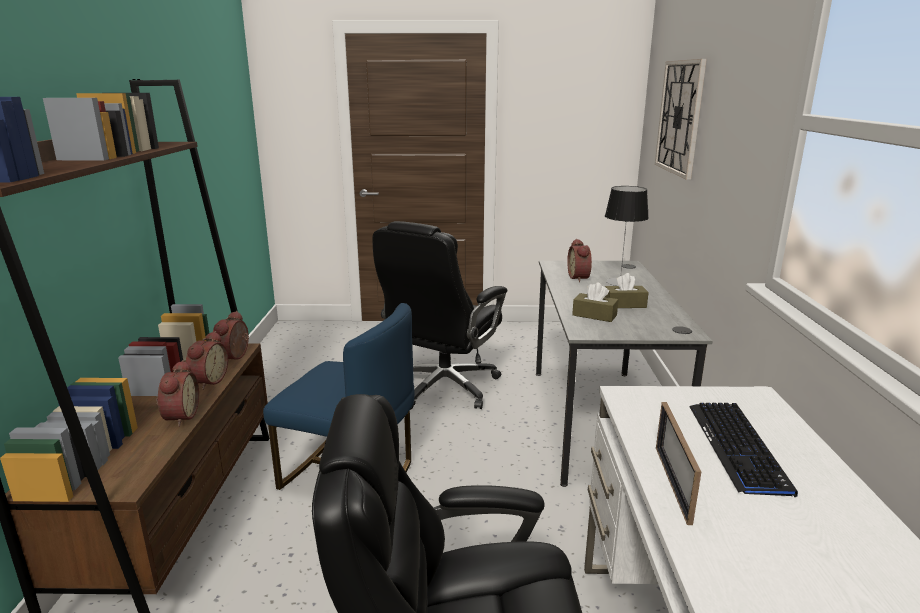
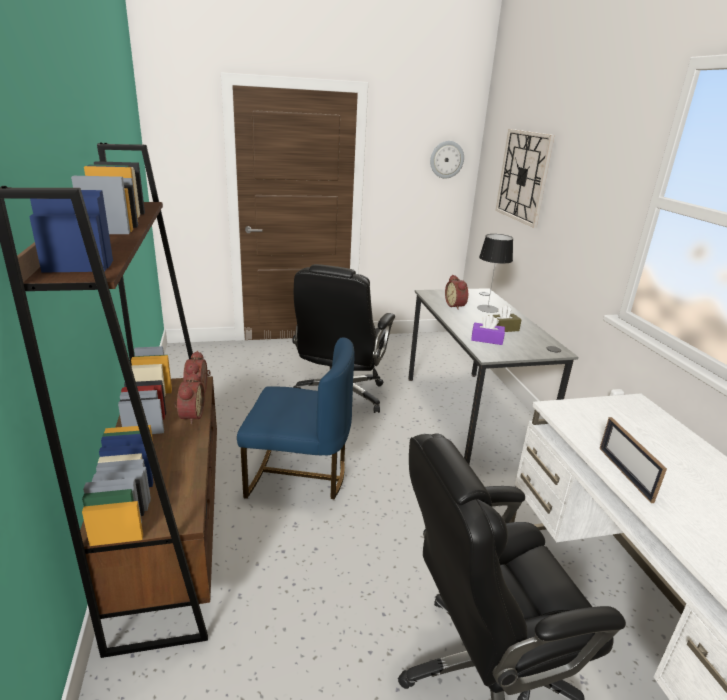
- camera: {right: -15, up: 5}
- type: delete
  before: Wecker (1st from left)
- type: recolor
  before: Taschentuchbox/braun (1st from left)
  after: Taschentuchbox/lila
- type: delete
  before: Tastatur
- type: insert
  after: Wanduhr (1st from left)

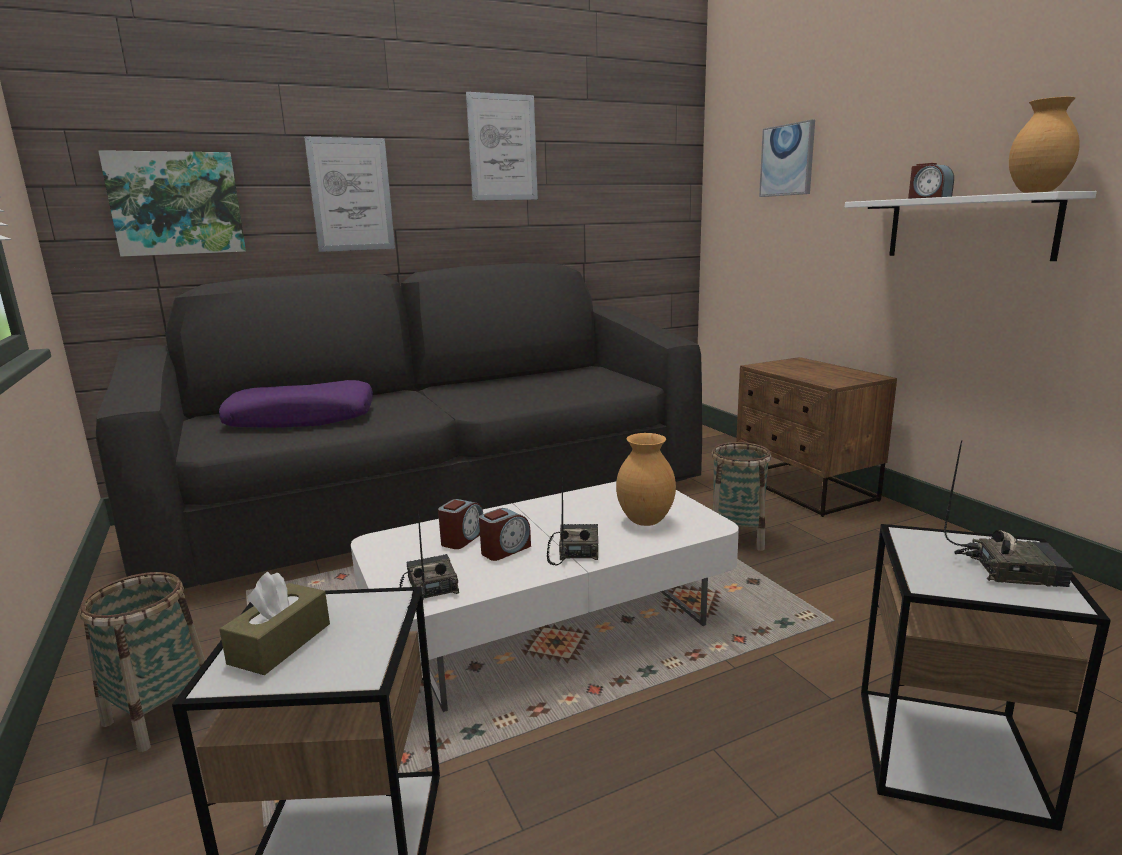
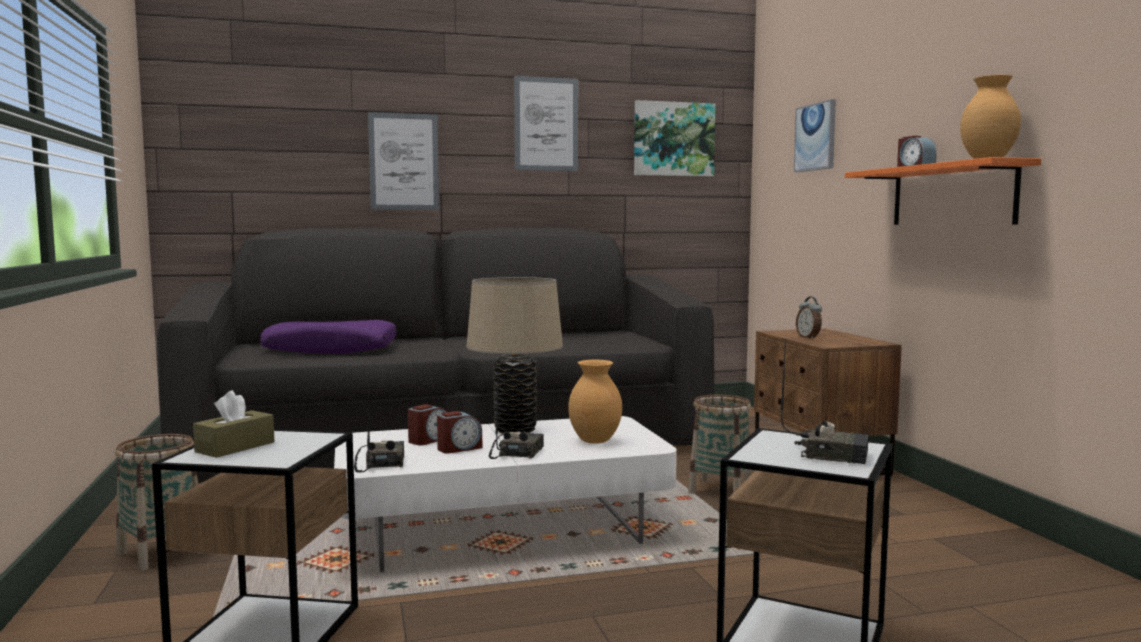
- camera: {right: 10, up: -10}
- type: move
  before: Bild (1st from left in the first image)
  after: Bild (3rd from left)
- type: recolor
  before: Wandregal/weiß
  after: Wandregal/orange
- type: insert
  after: Tischlampe/beige
- type: insert
  after: Wecker (3rd from left)

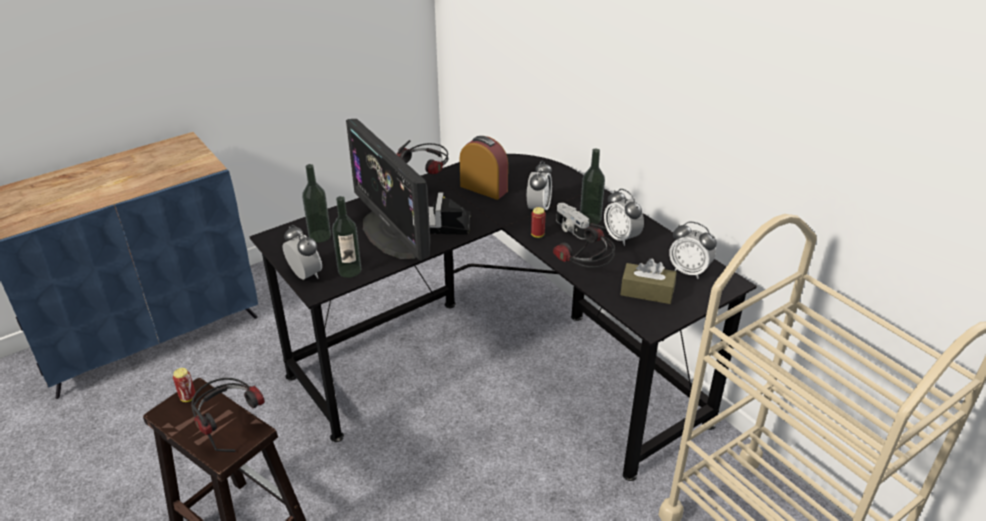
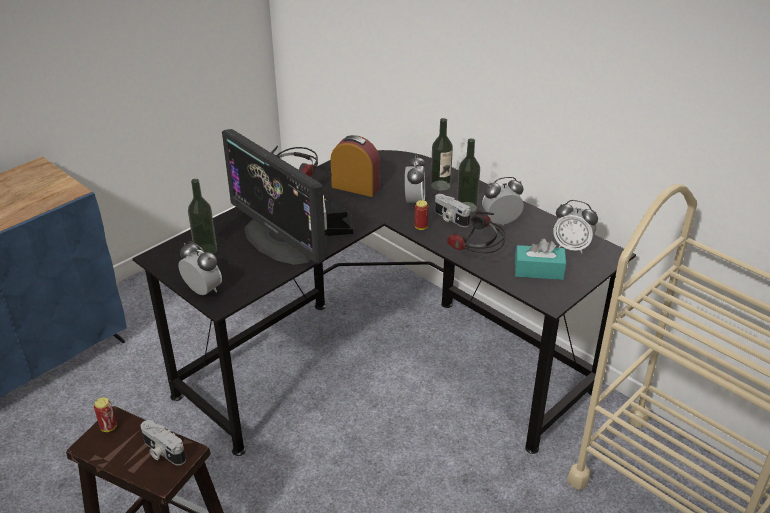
- camera: {right: -10, up: 0}
- type: replace
  before: Kopfhörer (1st from left)
  after: Kamera (1st from left)
- type: move
  before: Flasche (2nd from left)
- type: rotate
  before: Wecker (4th from left)
  turn: 120
- type: recolor
  before: Taschentuchbox/braun
  after: Taschentuchbox/türkis

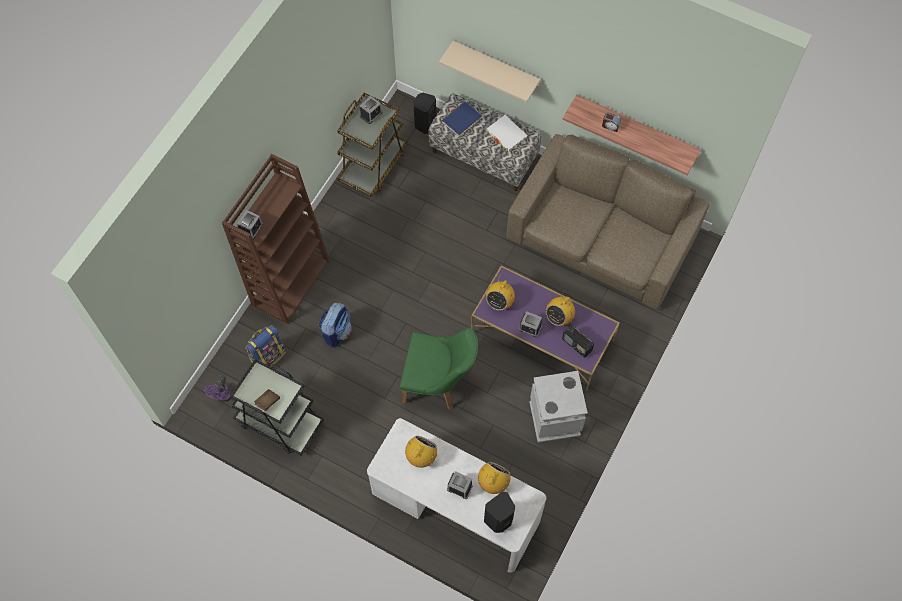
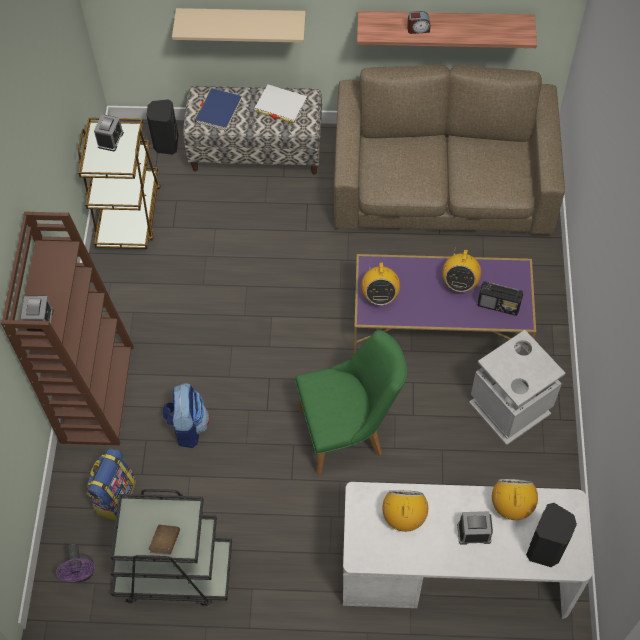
- camera: {right: -25, up: -5}
- type: delete
  before: Wecker (4th from left)

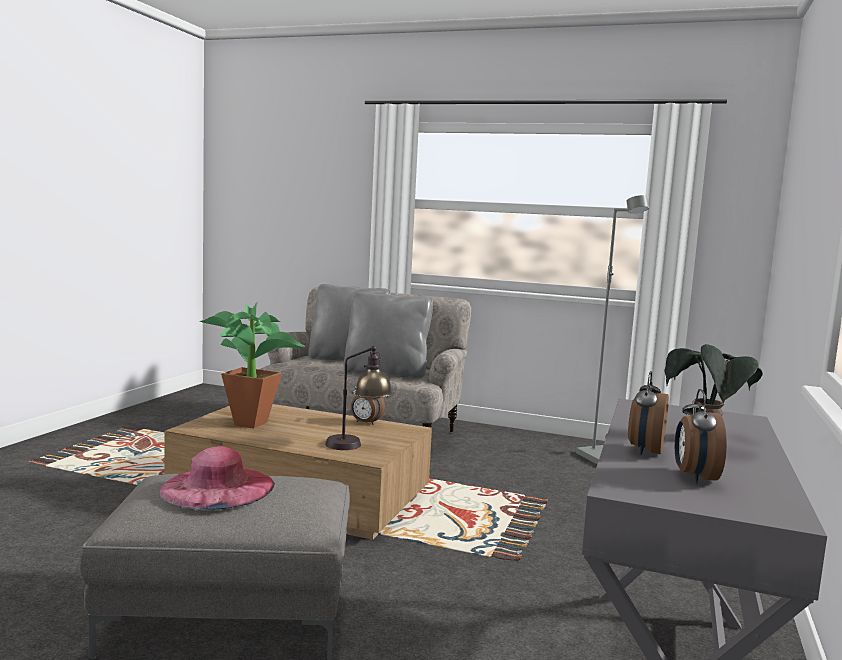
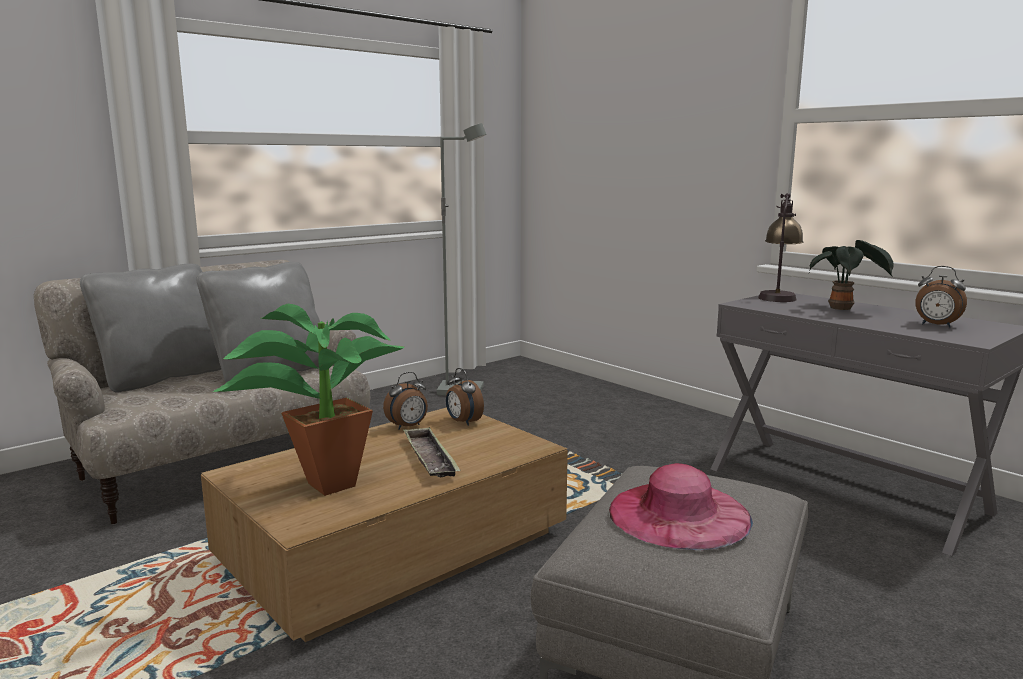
- camera: {right: -60, up: 5}
- type: move
  before: Tischlampe
- type: move
  before: Wecker (2nd from left)
- type: insert
  after: Tablett

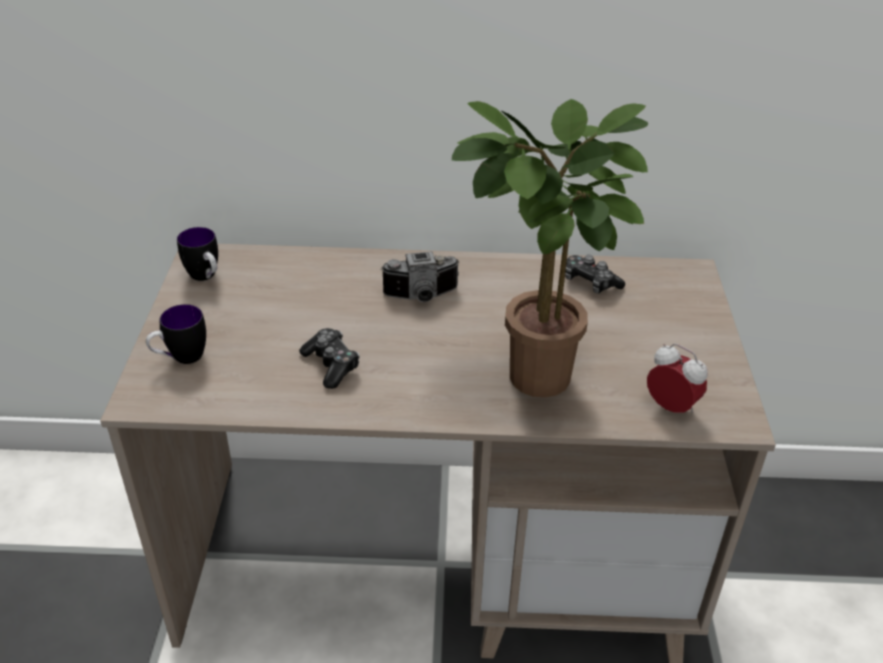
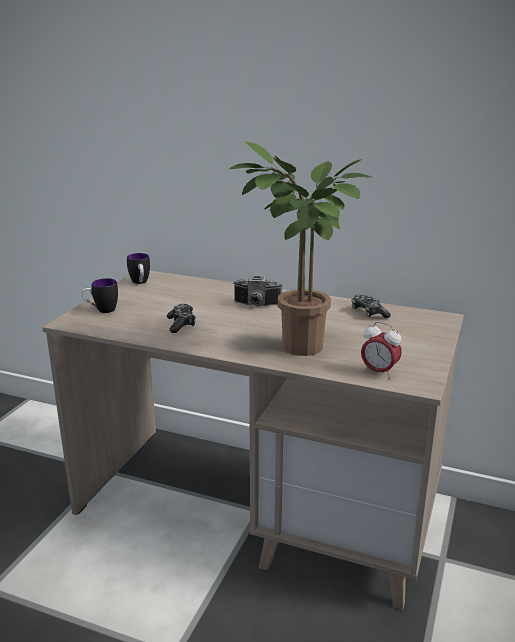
- camera: {right: 20, up: -15}
- type: rotate
  before: Wecker
  turn: 150

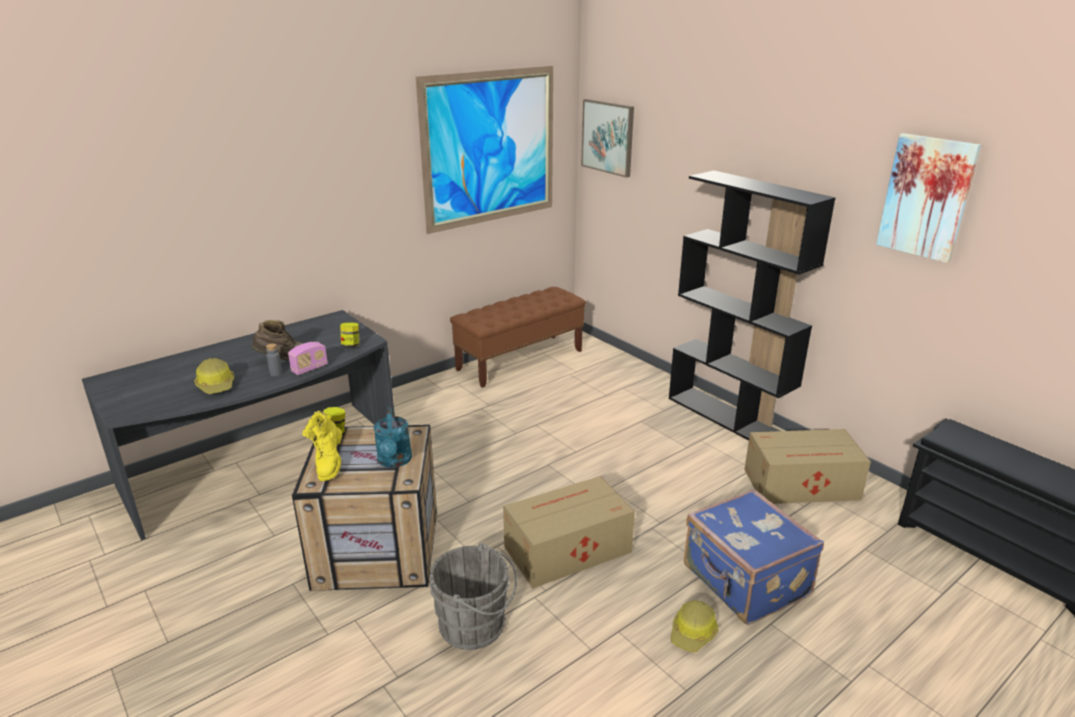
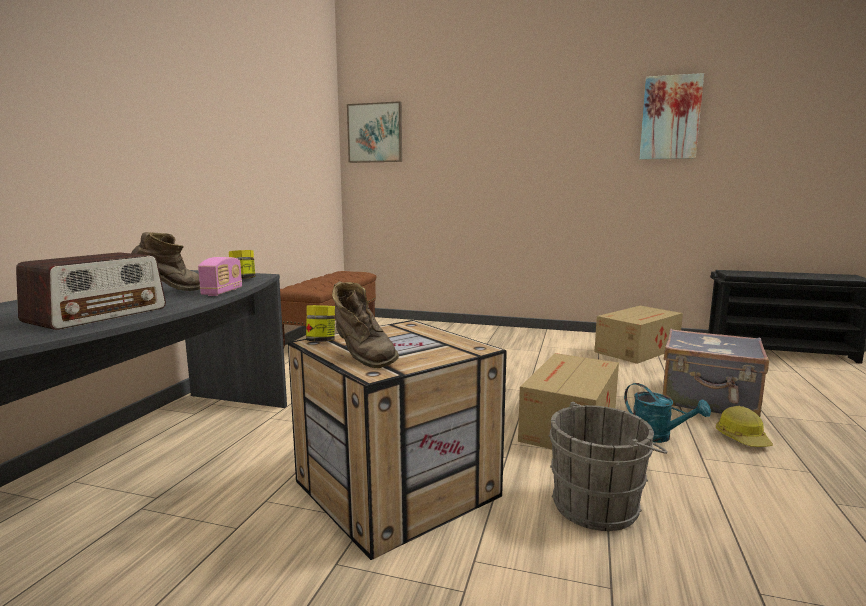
- camera: {right: -35, up: -15}
- type: replace
  before: Schutzhelm (1st from left)
  after: Radio (1st from left)
- type: delete
  before: Flasche/grau
- type: recolor
  before: Stiefel/gelb
  after: Stiefel/braun (2nd from left)
- type: move
  before: Gießkanne/türkis
- type: delete
  before: Bild (1st from left)
- type: delete
  before: Bücherregal/schwarz
- type: recolor
  before: Koffer/blau
  after: Koffer/grau

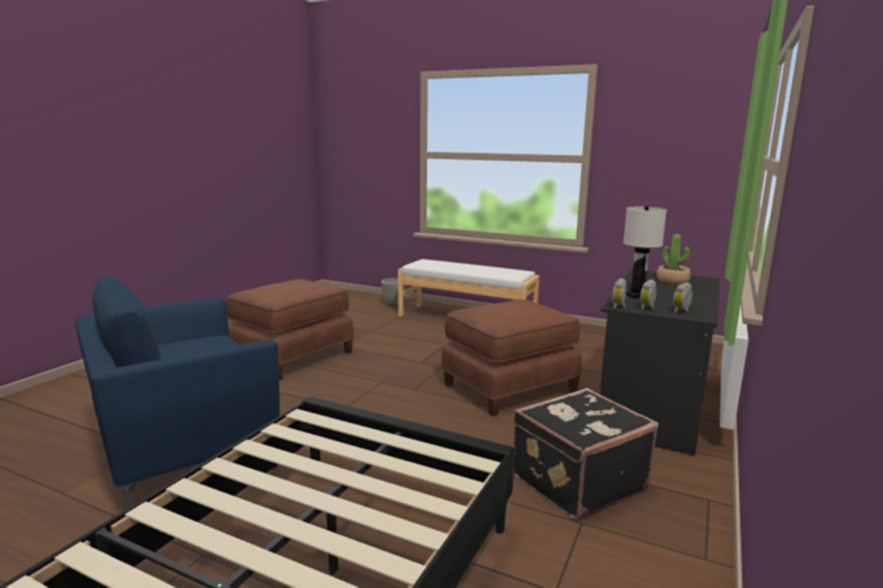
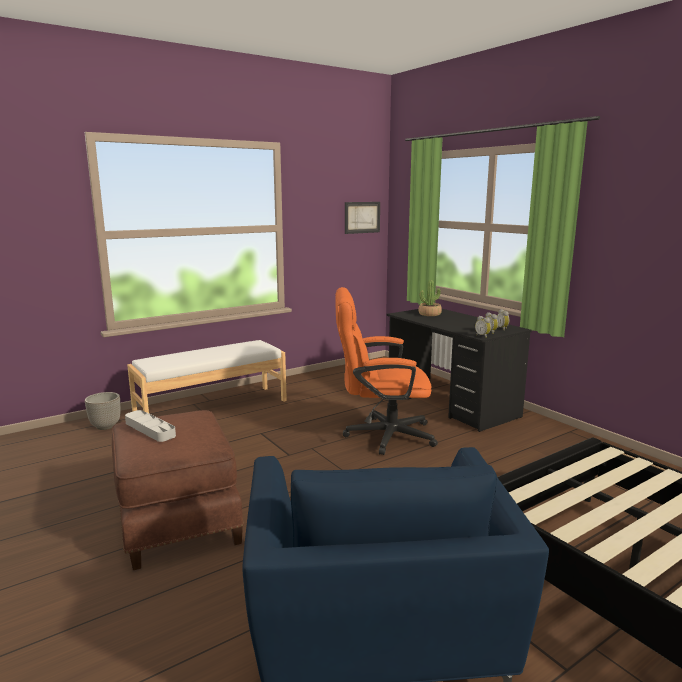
- camera: {right: -60, up: 0}
- type: replace
  before: Polsterhocker/braun (2nd from left)
  after: Bürostuhl/orange
- type: delete
  before: Koffer/schwarz
- type: delete
  before: Tischlampe/weiß
- type: insert
  after: Tablett/grau
- type: insert
  after: Bild

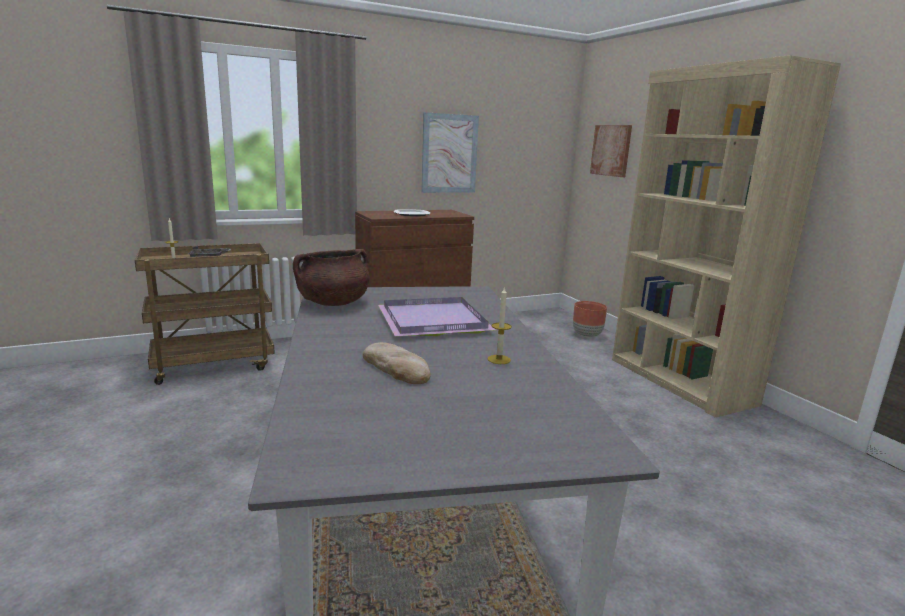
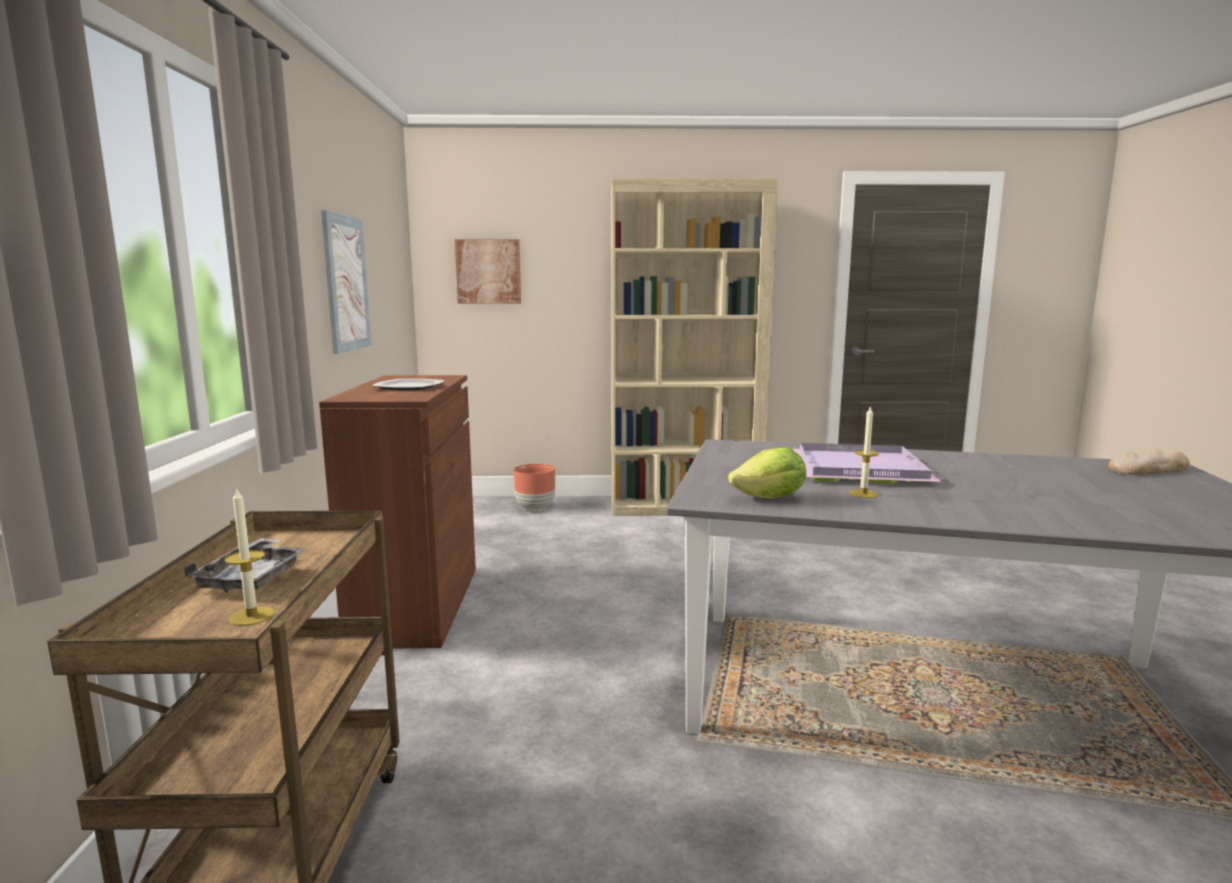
- camera: {right: -65, up: -5}
- type: replace
  before: Kochtopf/braun
  after: Salatkopf
- type: move
  before: Brot
- type: move
  before: Kerze (2nd from left)

